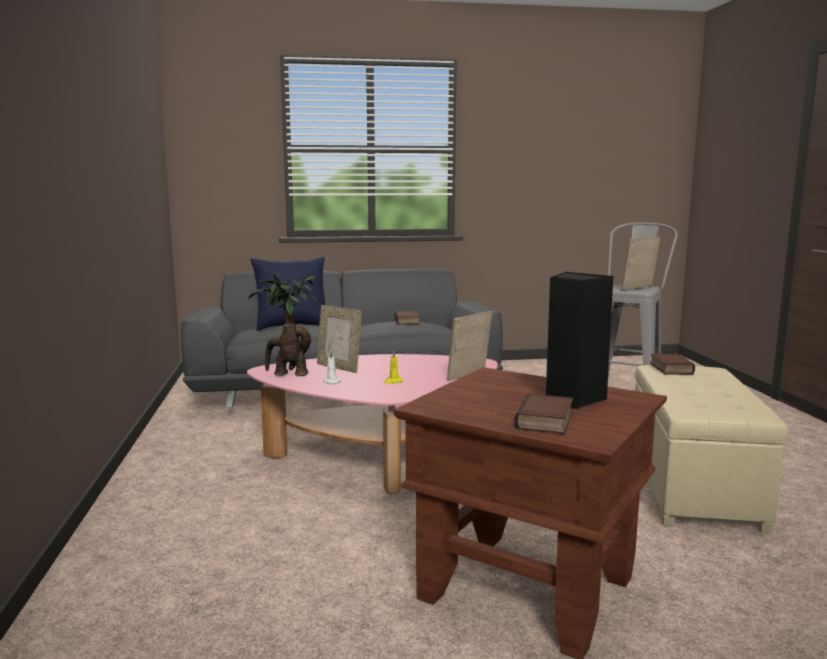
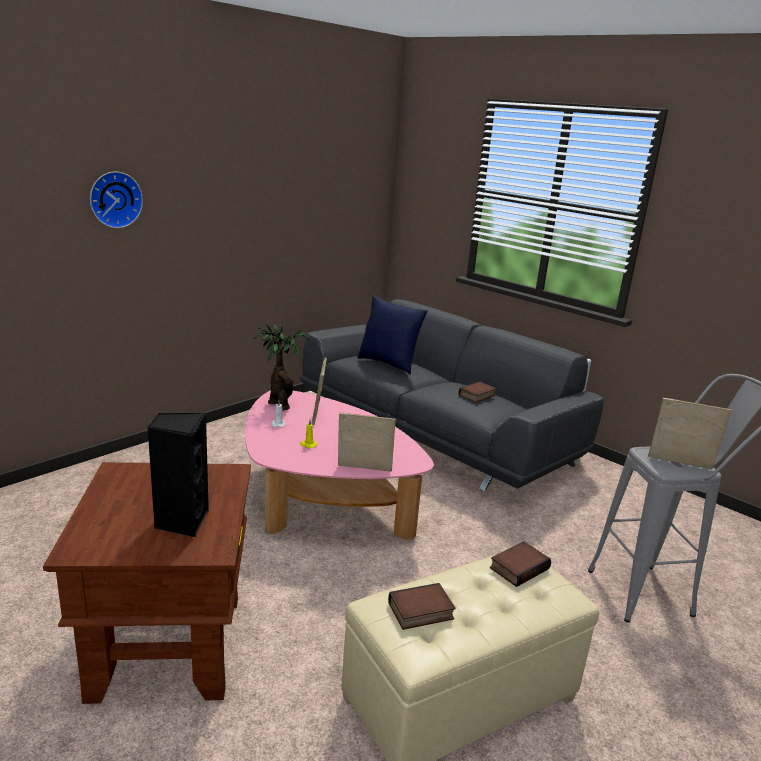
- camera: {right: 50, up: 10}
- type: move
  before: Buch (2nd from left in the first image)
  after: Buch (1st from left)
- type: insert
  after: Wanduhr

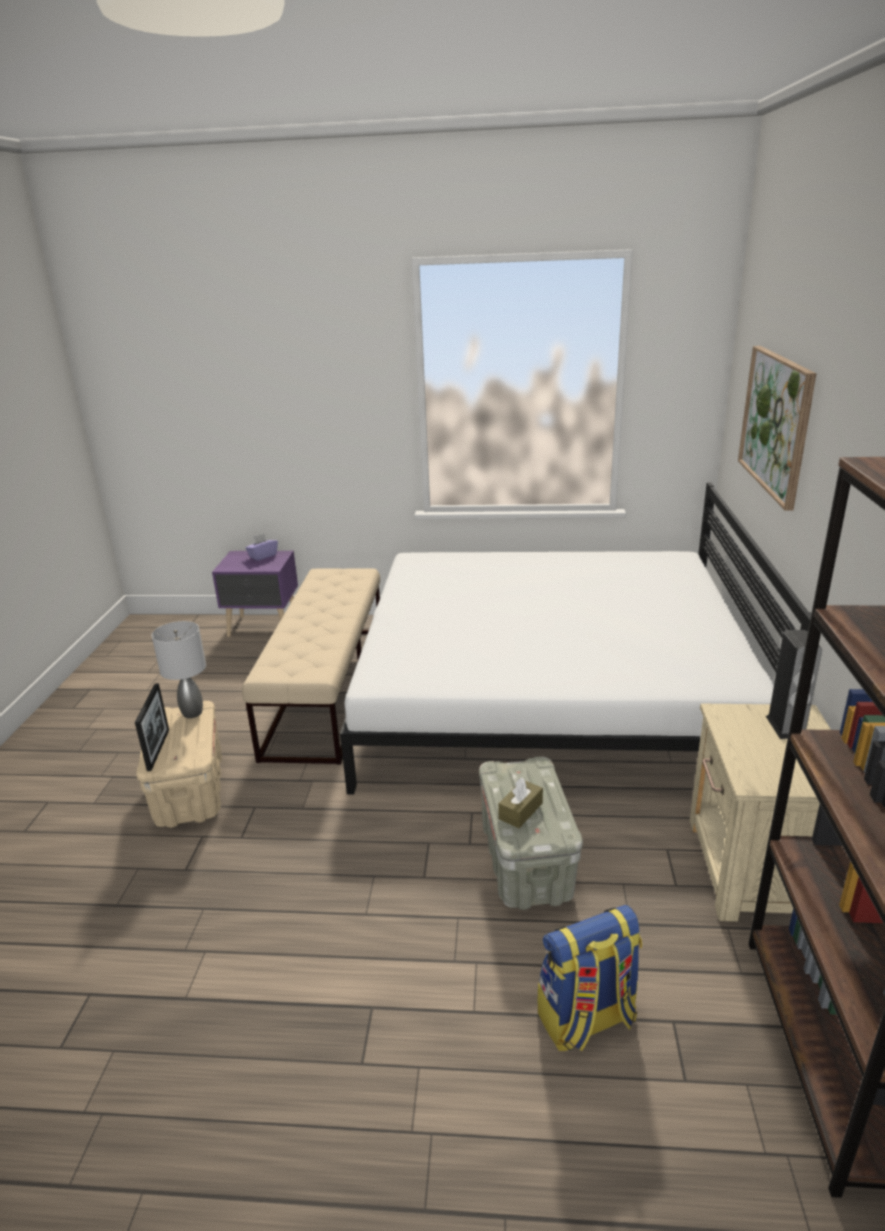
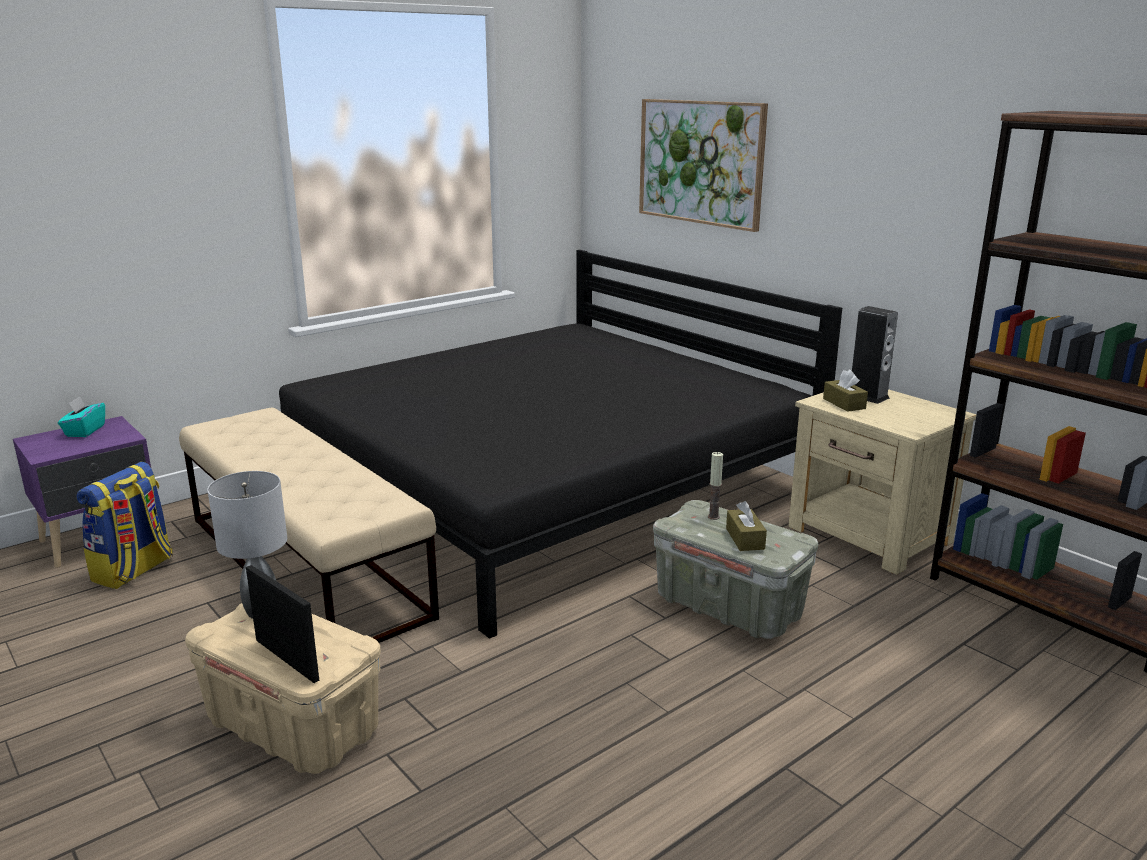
- camera: {right: -45, up: -5}
- type: recolor
  before: Taschentuchbox/lila
  after: Taschentuchbox/türkis
- type: recolor
  before: Bett/weiß
  after: Bett/schwarz
- type: move
  before: Rucksack
- type: insert
  after: Kerze
- type: insert
  after: Taschentuchbox/braun (2nd from left)

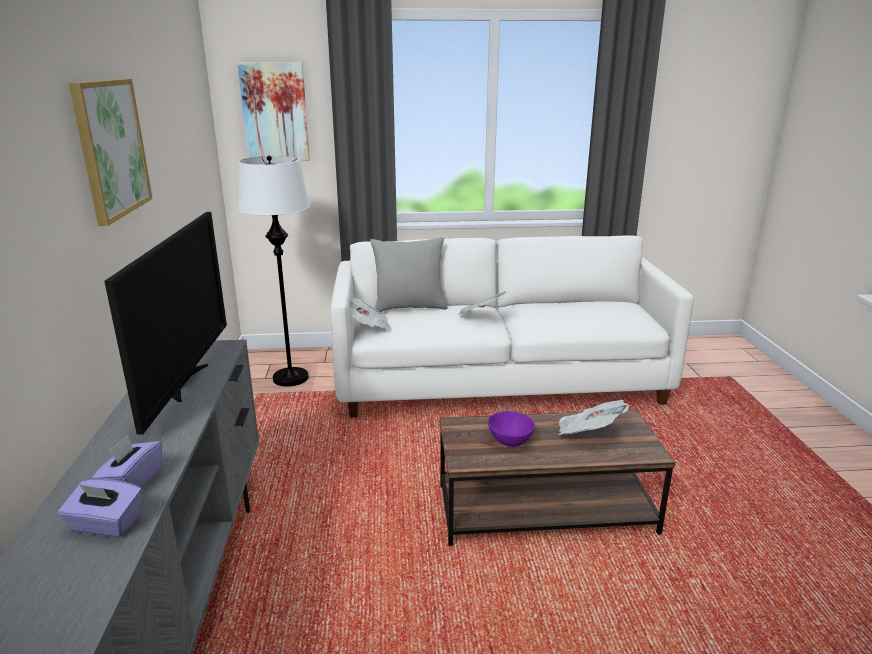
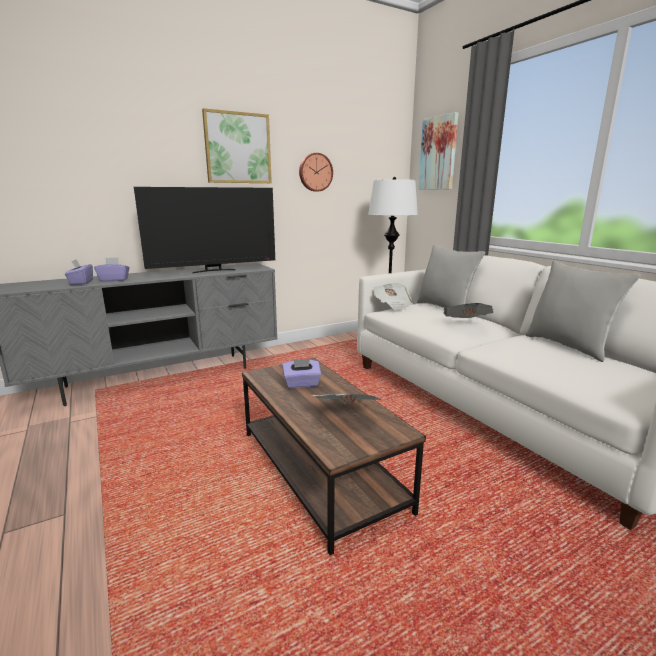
- camera: {right: 65, up: -5}
- type: replace
  before: Schüssel/lila
  after: Taschentuchbox/lila (3rd from left)
- type: insert
  after: Wanduhr
- type: insert
  after: Kissen/grau (2nd from left)

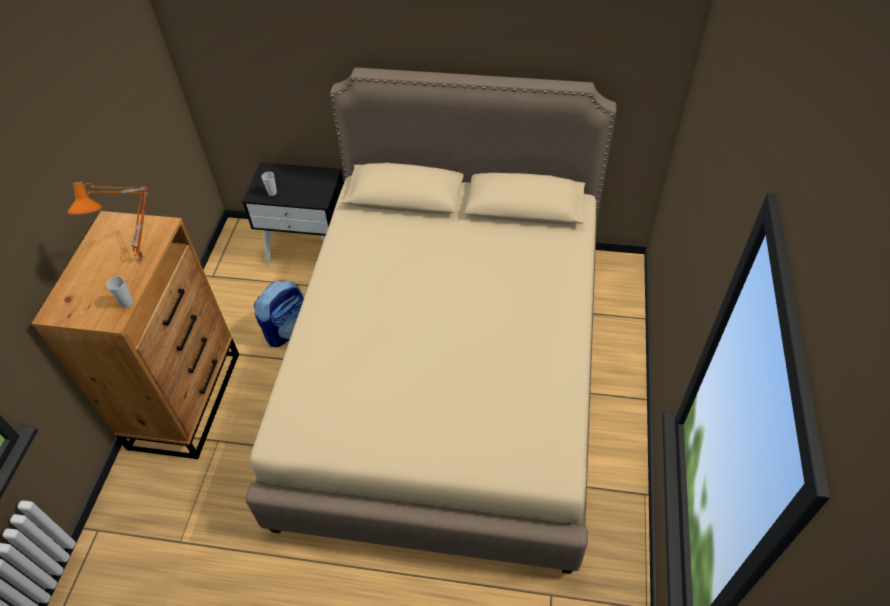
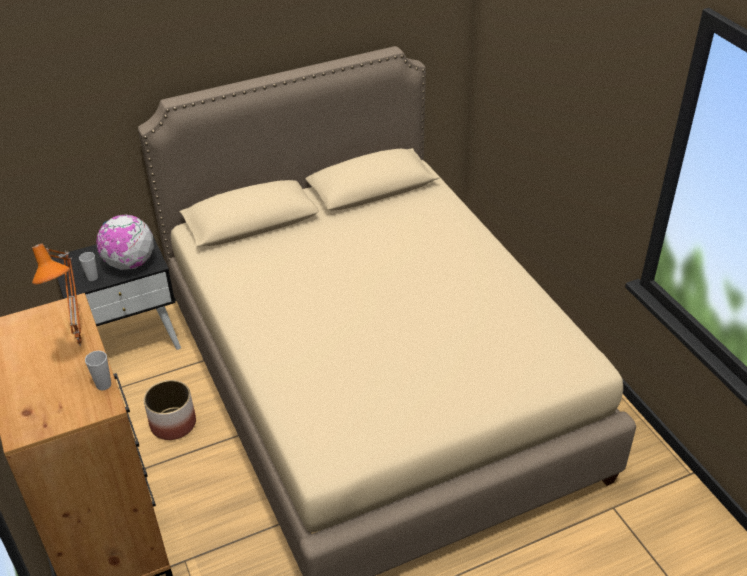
- camera: {right: -35, up: -10}
- type: replace
  before: Rucksack
  after: Pflanzkübel
- type: insert
  after: Globus

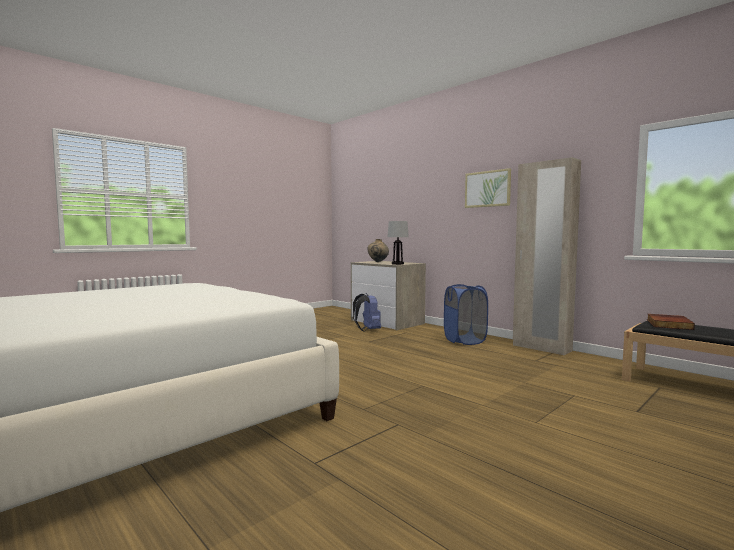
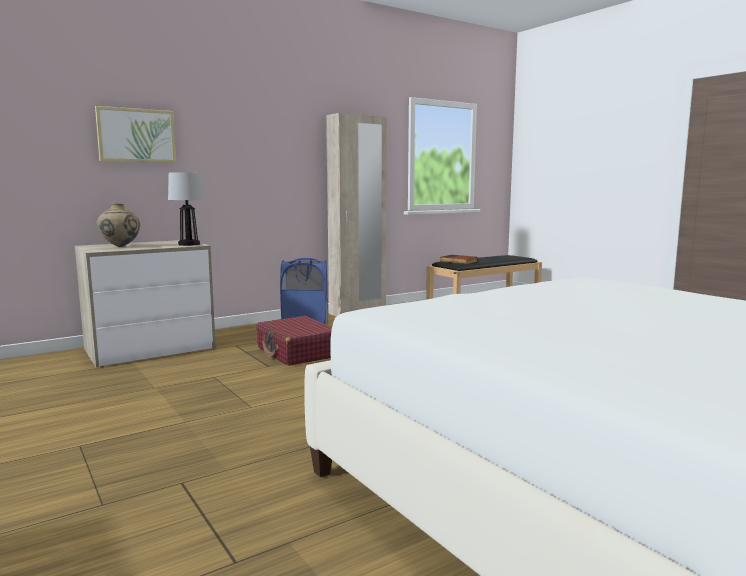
- camera: {right: -80, up: 5}
- type: delete
  before: Rucksack/blau
- type: move
  before: Bild
- type: insert
  after: Koffer/rot

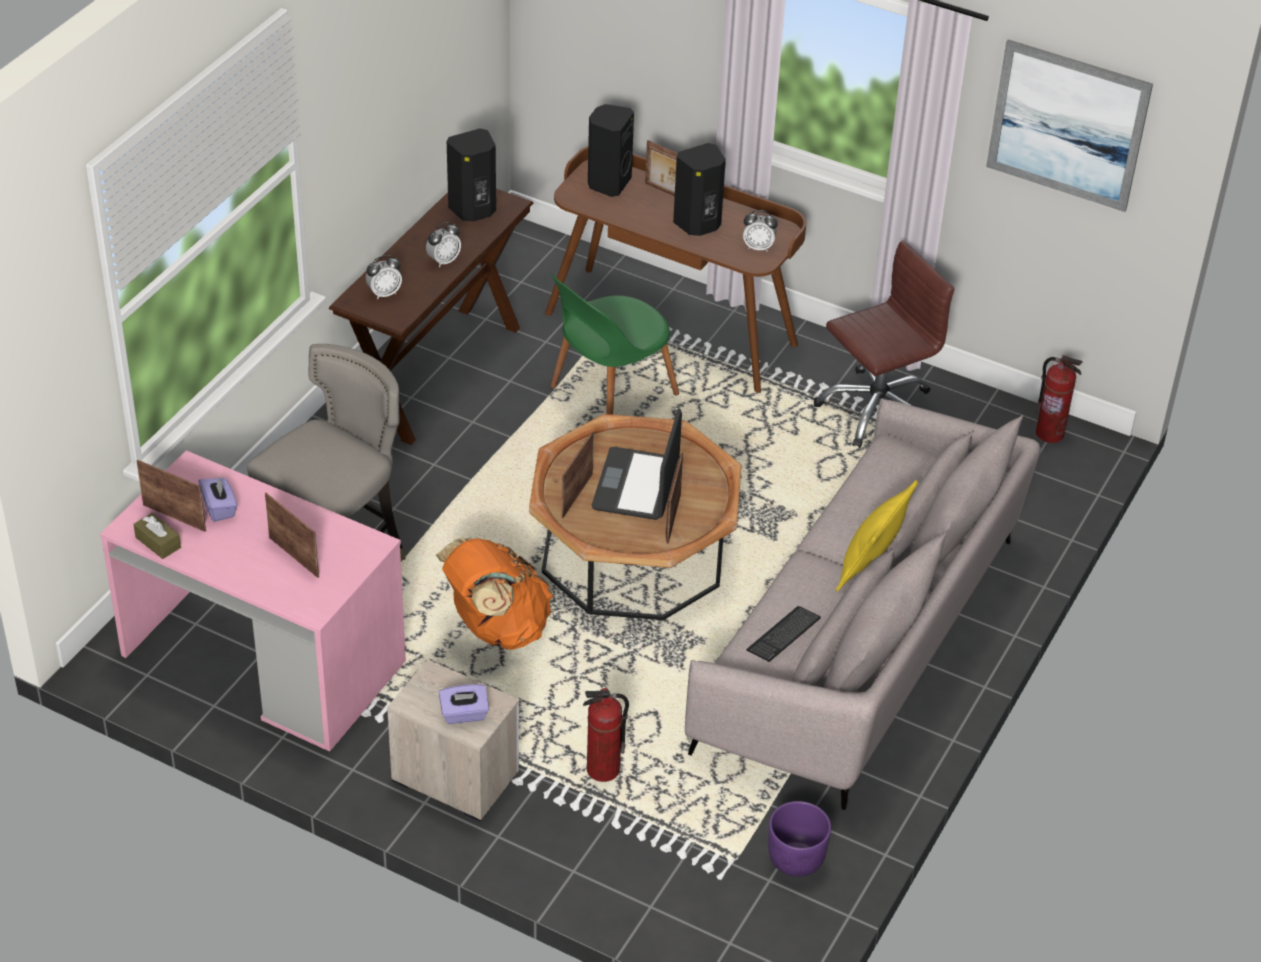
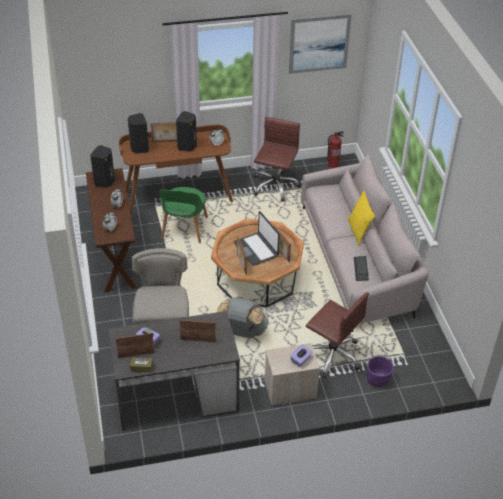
- camera: {right: -40, up: 0}
- type: recolor
  before: Schreibtisch/rosa
  after: Schreibtisch/grau
- type: recolor
  before: Rucksack/orange
  after: Rucksack/grau
- type: replace
  before: Feuerlöscher (1st from left)
  after: Bürostuhl/braun (2nd from left)
- type: move
  before: Pflanzkübel/lila

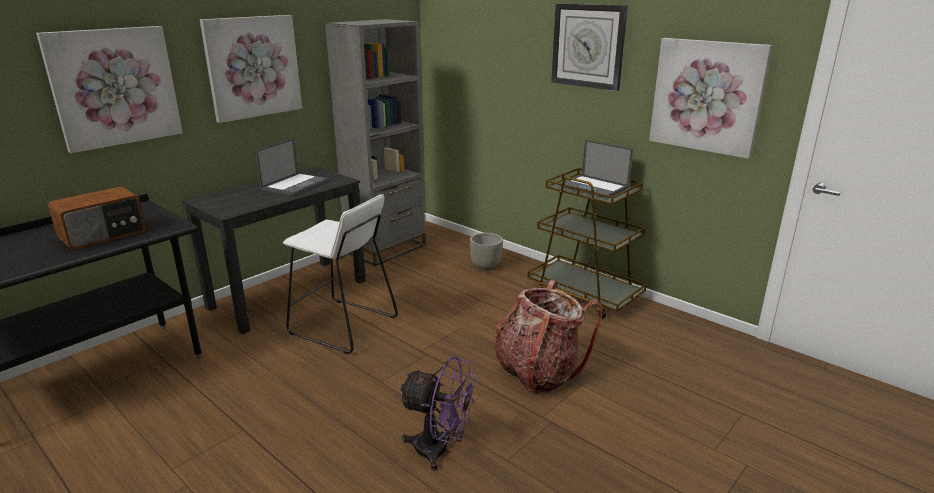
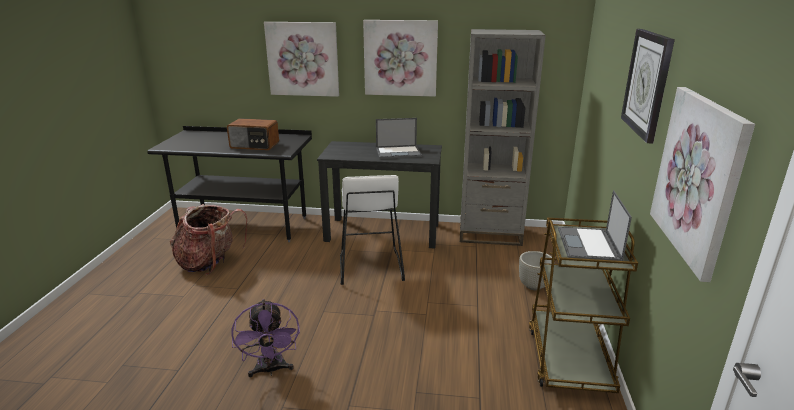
- camera: {right: 55, up: 0}
- type: move
  before: Rucksack

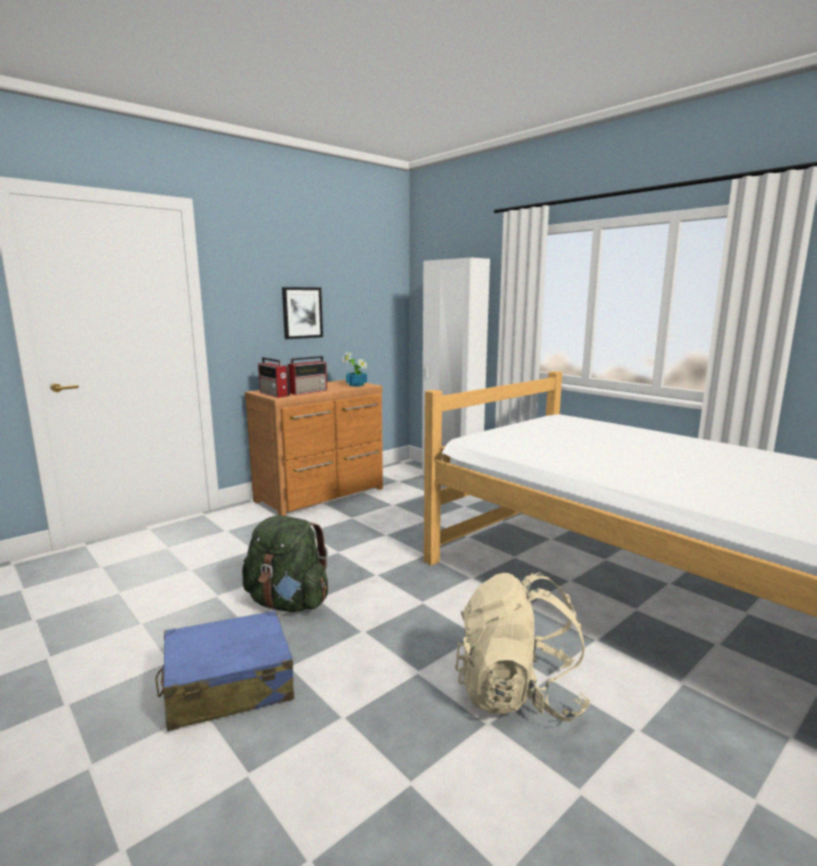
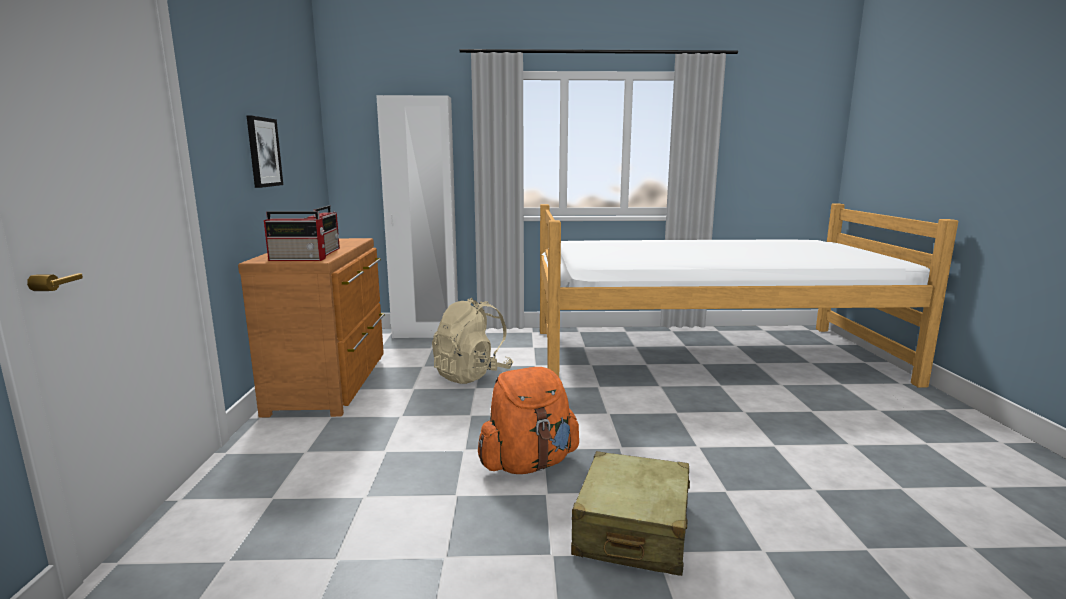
- camera: {right: -50, up: 0}
- type: recolor
  before: Koffer/blau
  after: Koffer/beige
- type: recolor
  before: Rucksack/grün
  after: Rucksack/orange
- type: delete
  before: Topfpflanze
- type: move
  before: Rucksack/beige

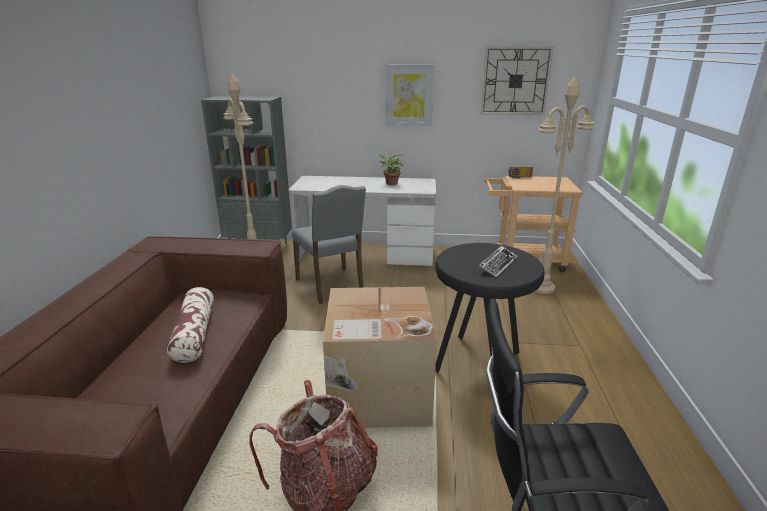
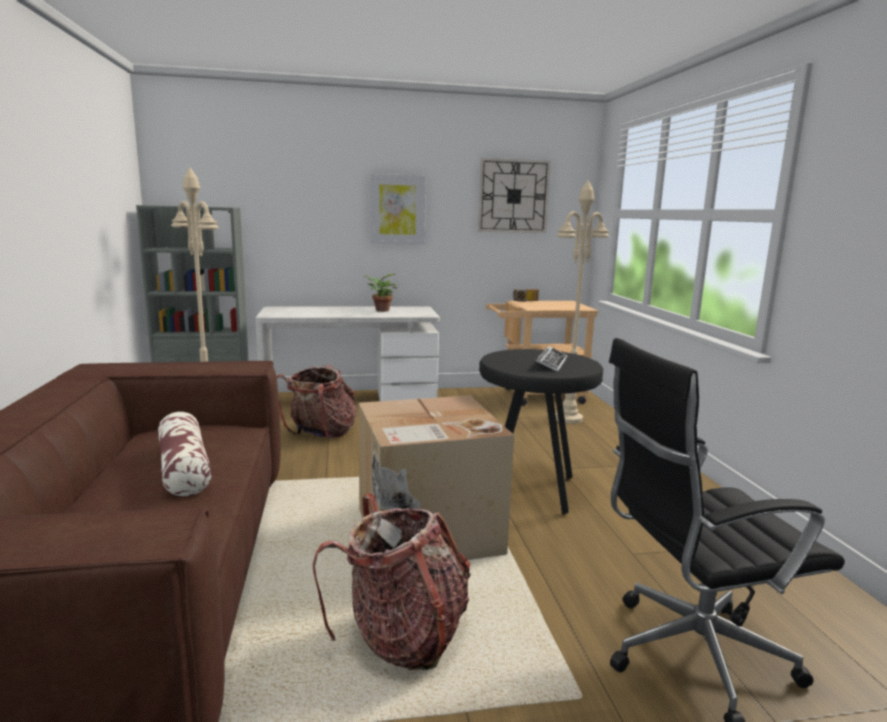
- camera: {right: -15, up: -10}
- type: replace
  before: Stuhl/grau
  after: Rucksack (1st from left)

